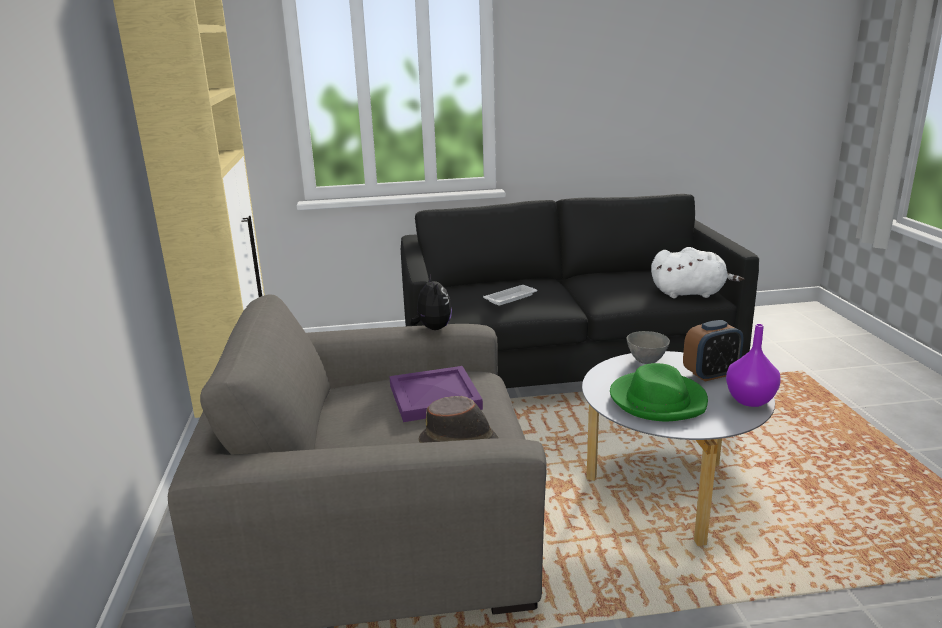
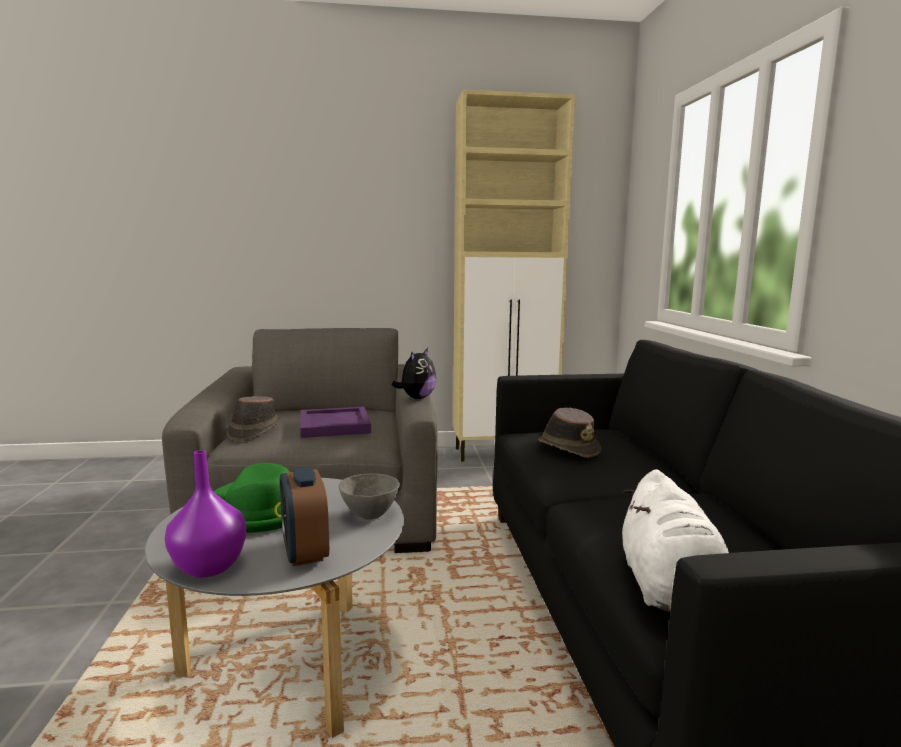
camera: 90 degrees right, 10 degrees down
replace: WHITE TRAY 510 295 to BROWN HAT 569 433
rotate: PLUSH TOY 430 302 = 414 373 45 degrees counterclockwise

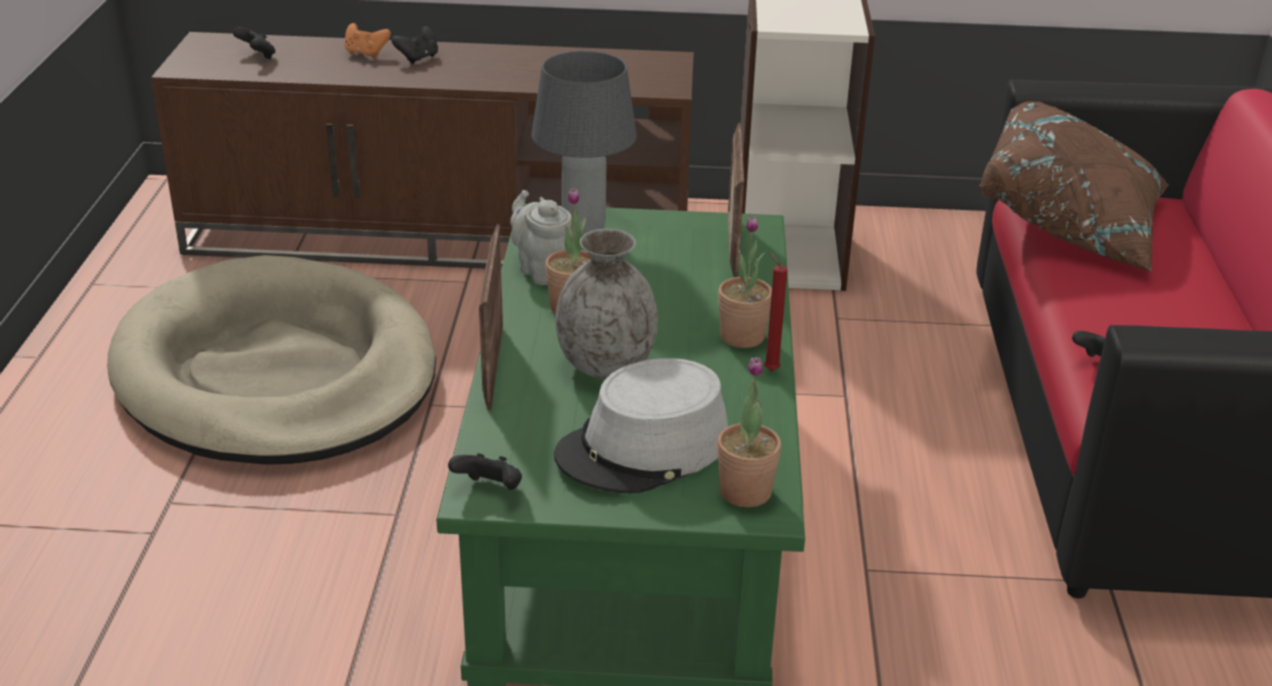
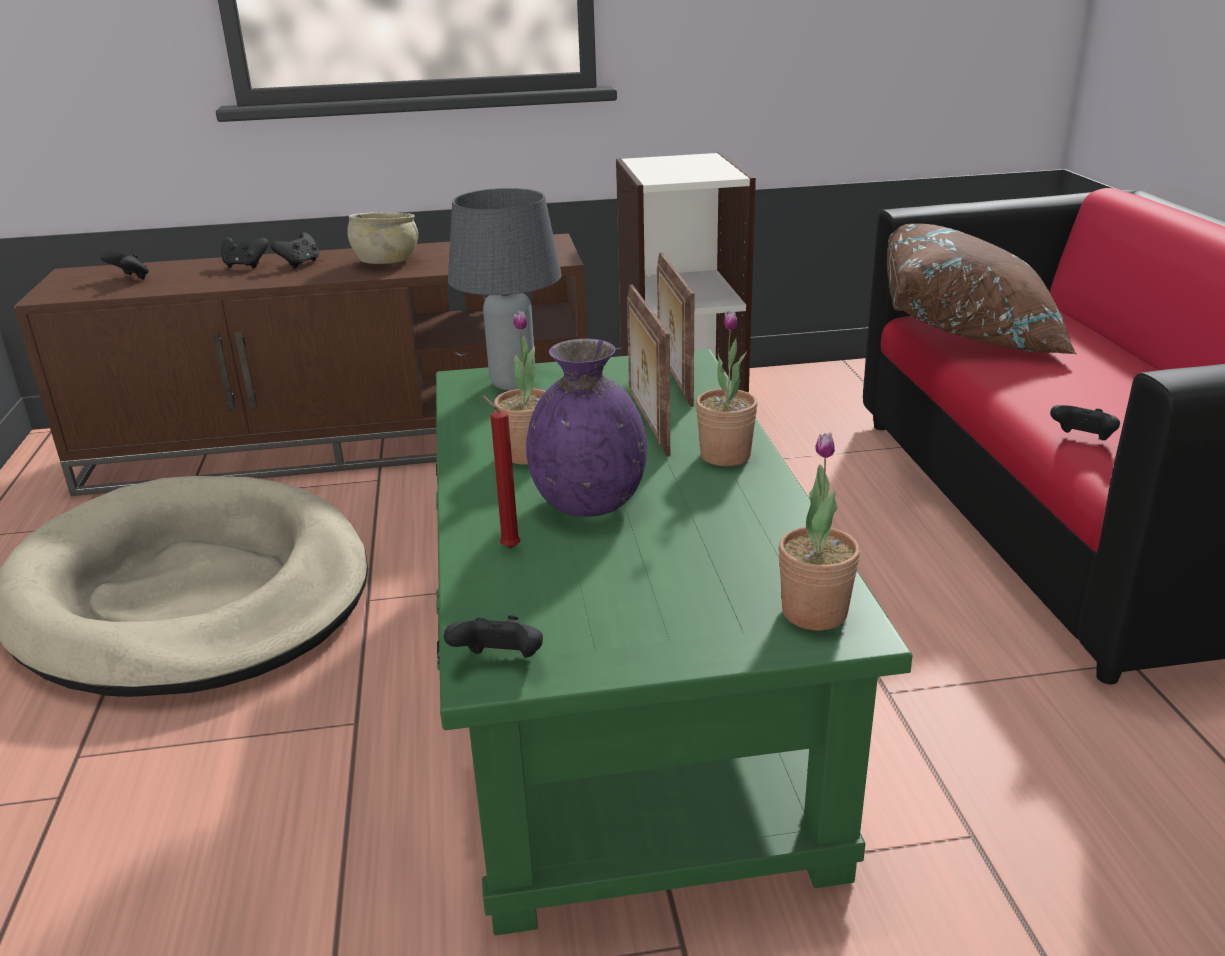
camera: 10 degrees left, 5 degrees down
delete: GREY TEAPOT 541 237; GREY HAT 641 426
insert: BEIGE BOWL 382 238
move: PICTURE FRAME 491 317 to 648 371; RED CANDLE 775 311 to 501 472
recolor: ORANGE GAME CONTROLLER 368 41 to BLACK GAME CONTROLLER 245 252; GREY VASE 606 303 to PURPLE VASE 586 428

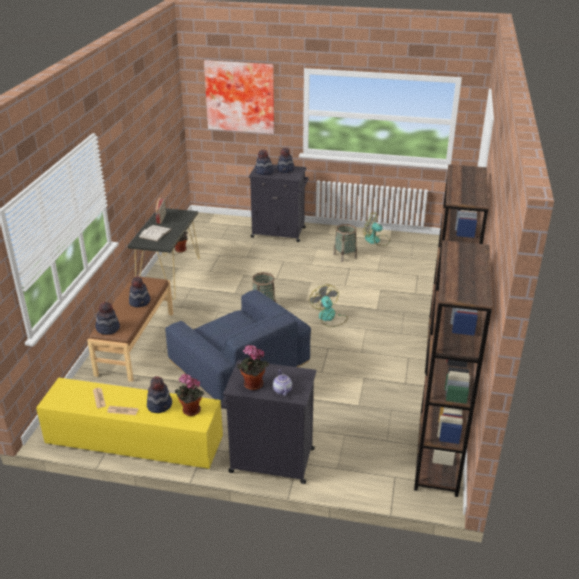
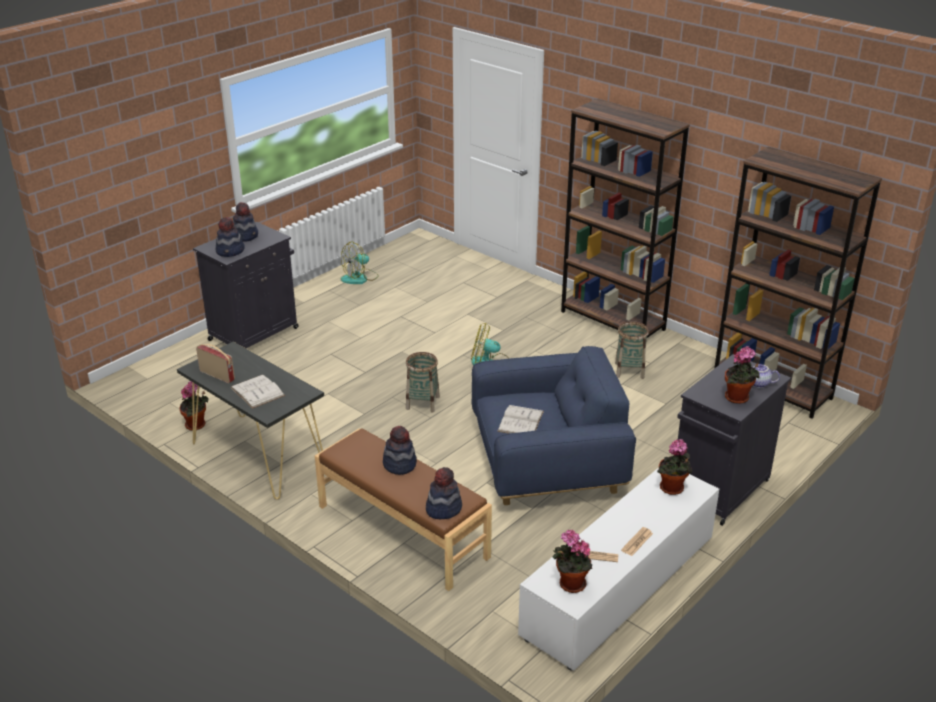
camera: 60 degrees left, 0 degrees up
delete: HAT 159 394; PICTURE 239 97
insert: WHITE BOOK 520 419; POTTED PLANT 572 561
move: BASKET 345 243 to 632 350
recolor: YELLOW TV STAND 129 423 to WHITE TV STAND 618 569

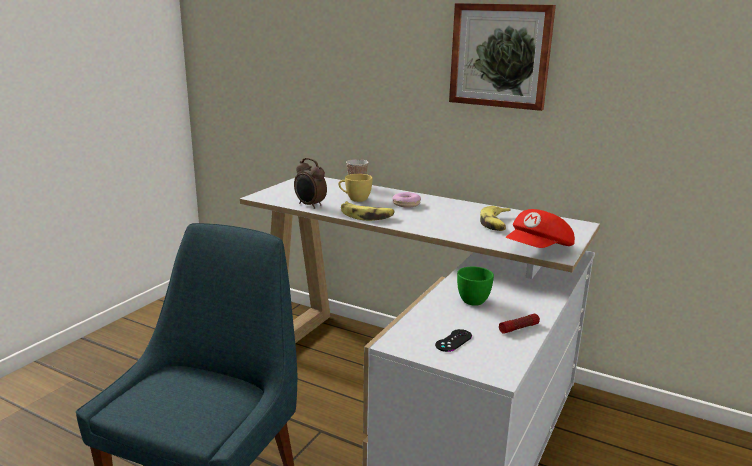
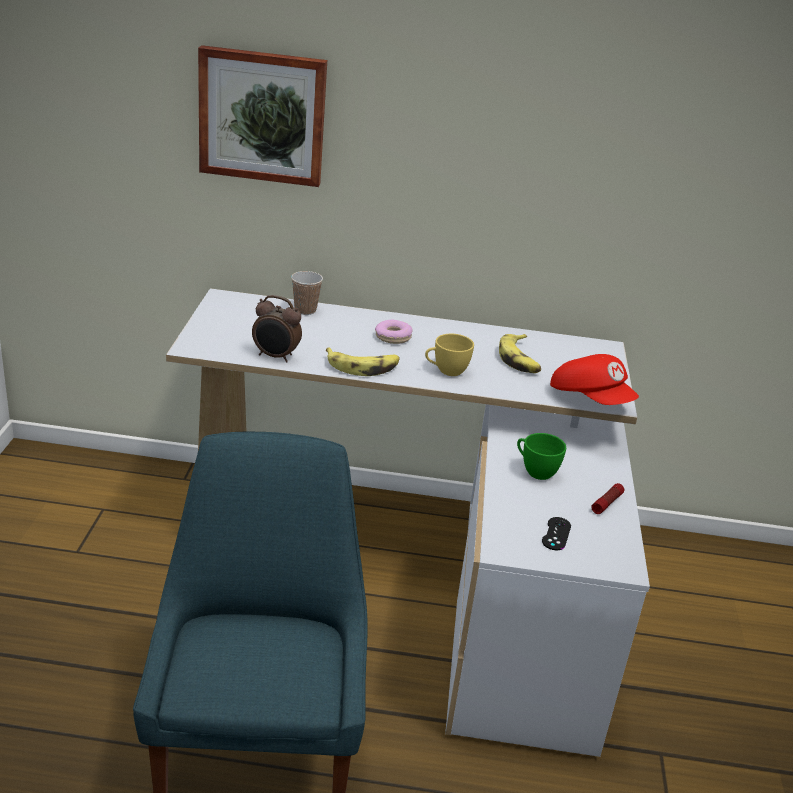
camera: 25 degrees left, 10 degrees up
move: YELLOW CUP 355 188 to 449 355; PICTURE 502 57 to 262 116
rotate: RED CAP 540 228 = 594 379 60 degrees counterclockwise

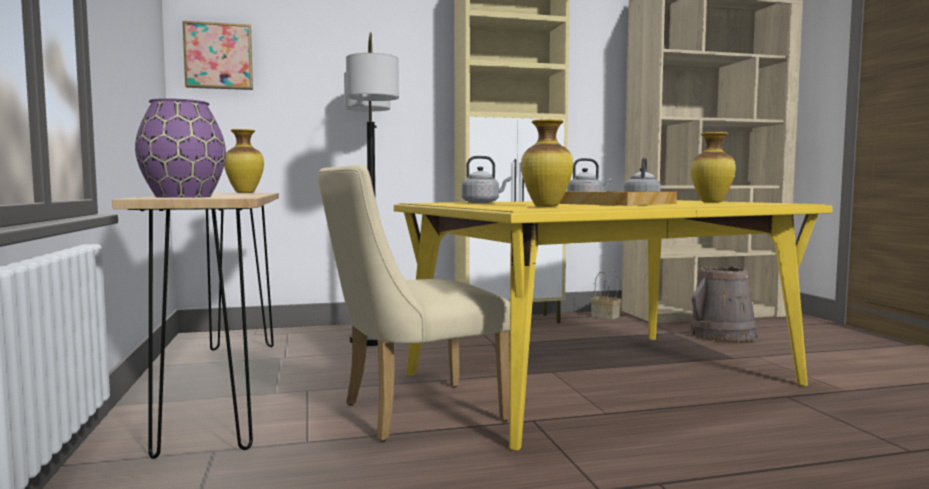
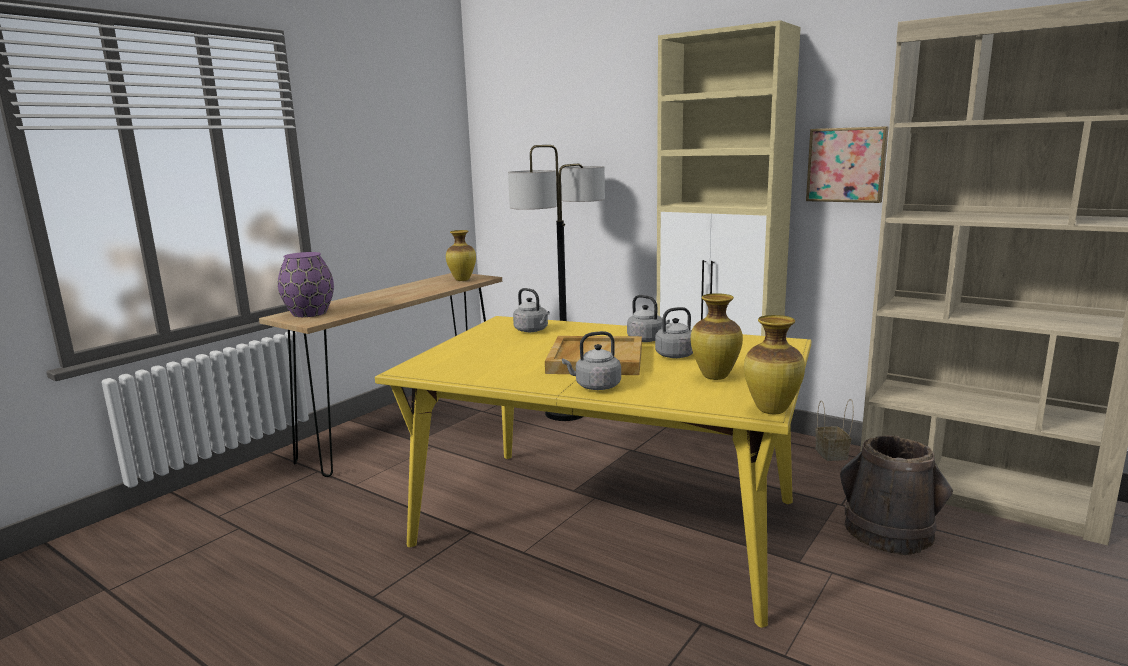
camera: 50 degrees right, 10 degrees up
delete: BEIGE CHAIR 414 303
insert: GREY KETTLE 591 360
move: PICTURE 218 55 to 847 164; VASE 547 163 to 774 364

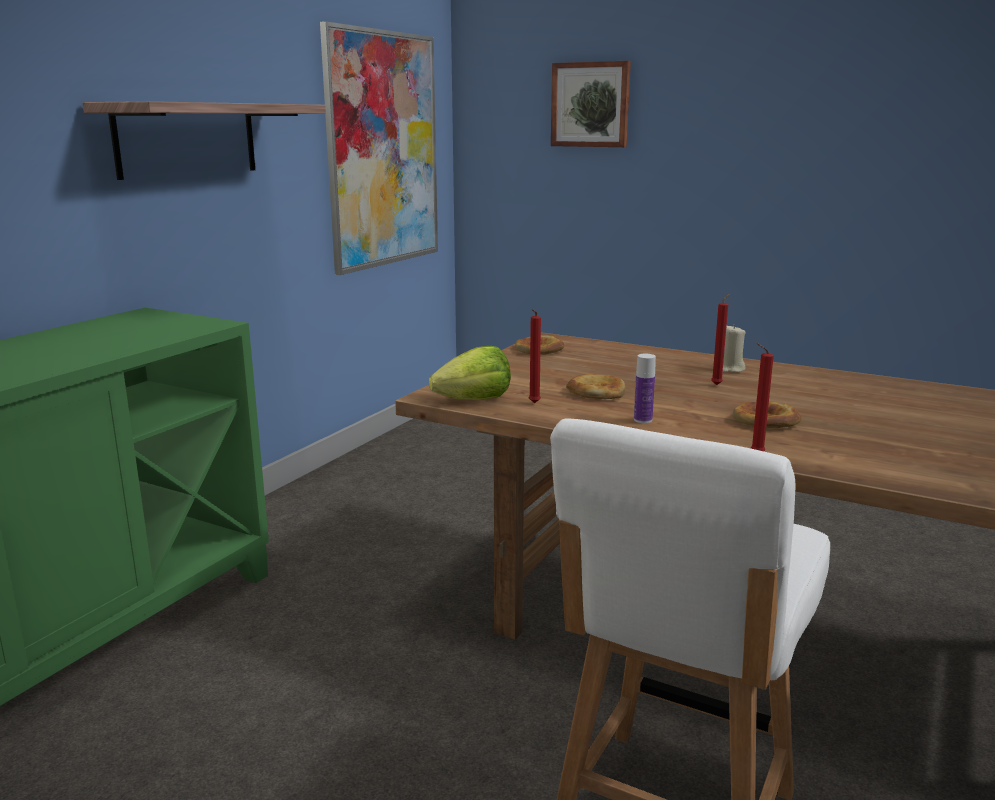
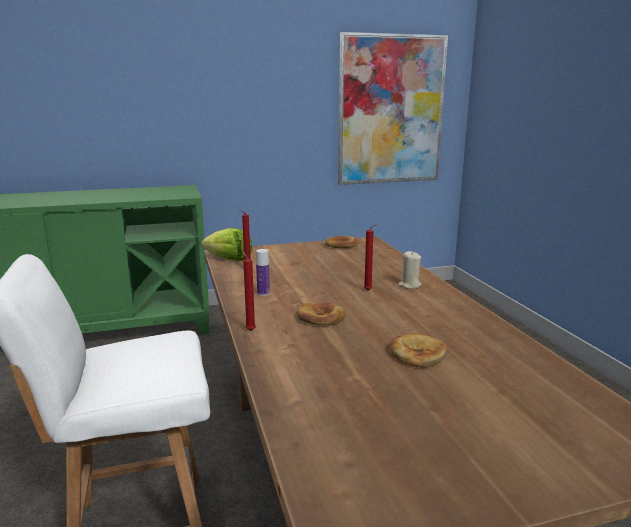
camera: 45 degrees right, 0 degrees up
delete: SHELF 204 140; PICTURE 591 104
move: BREAD 595 386 to 418 350

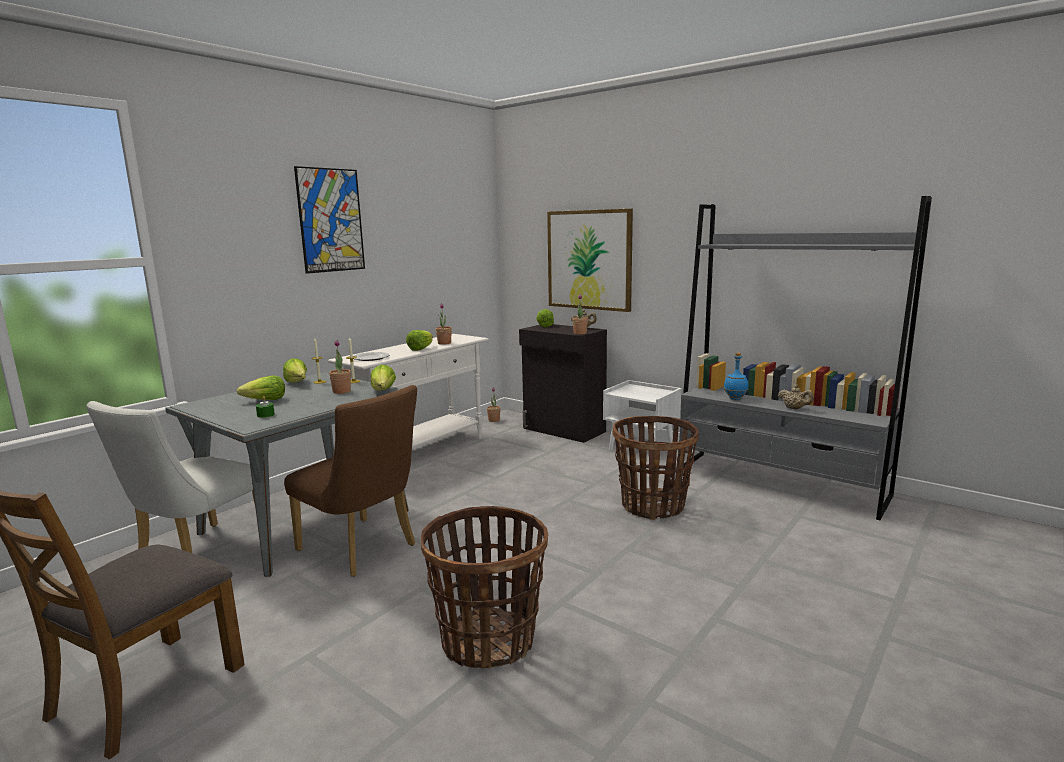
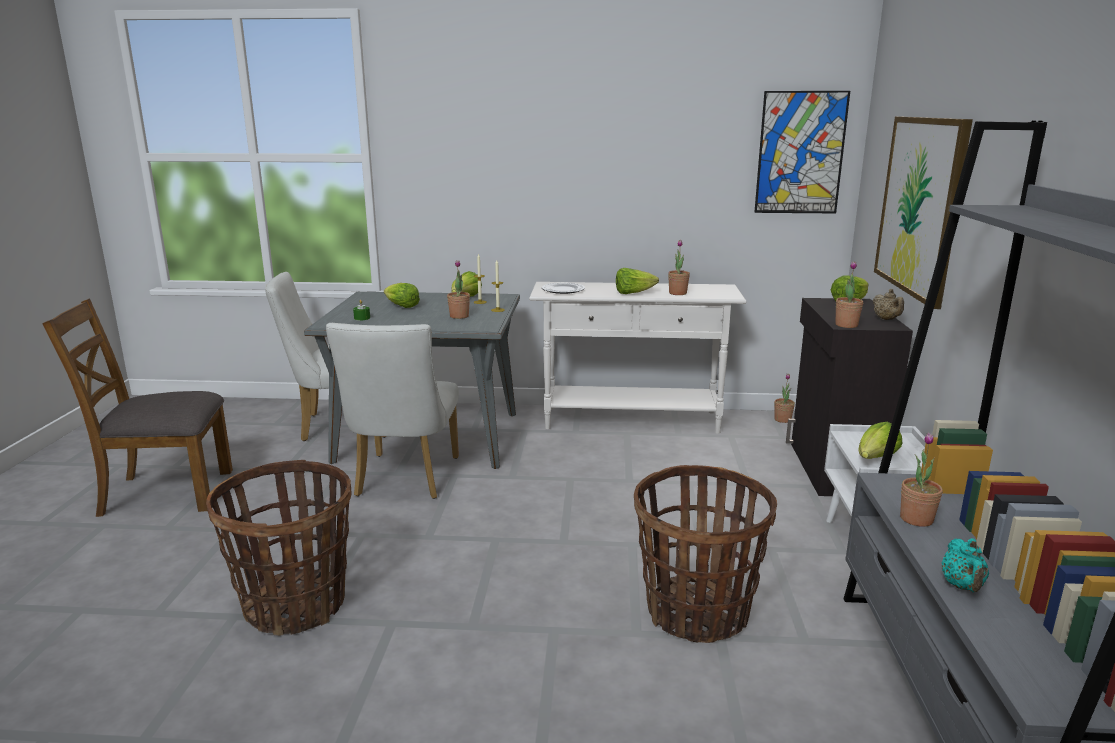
camera: 55 degrees right, 5 degrees up
move: PICTURE 329 220 to 802 152; LETTUCE 383 378 to 880 440
replace: BLUE BOTTLE 736 376 to POTTED PLANT 921 479
recolor: BROWN CHAIR 350 481 to WHITE CHAIR 392 411; BEIGE TEAPOT 796 397 to TURQUOISE TEAPOT 965 565

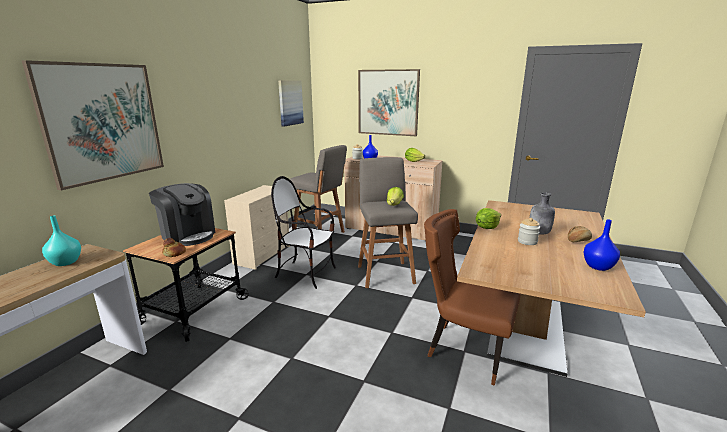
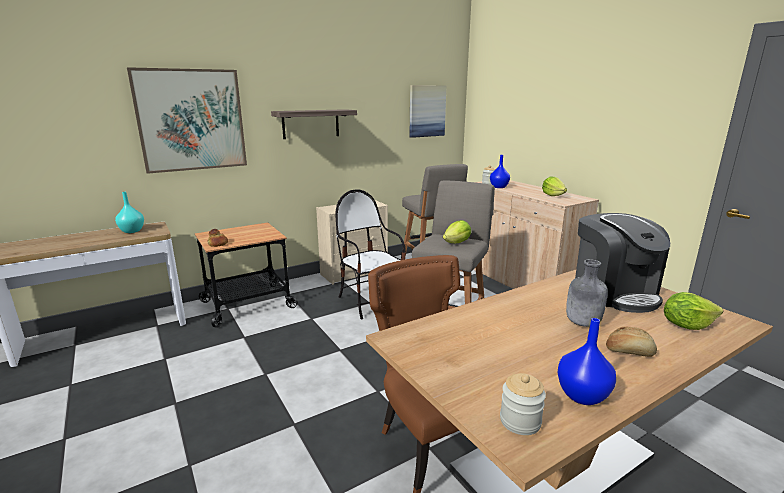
camera: 35 degrees right, 0 degrees up
delete: PICTURE 389 102
insert: SHELF 314 124
move: COFFEE MACHINE 182 214 to 622 263; LETTUCE 488 218 to 693 311; JAR 529 231 to 523 404

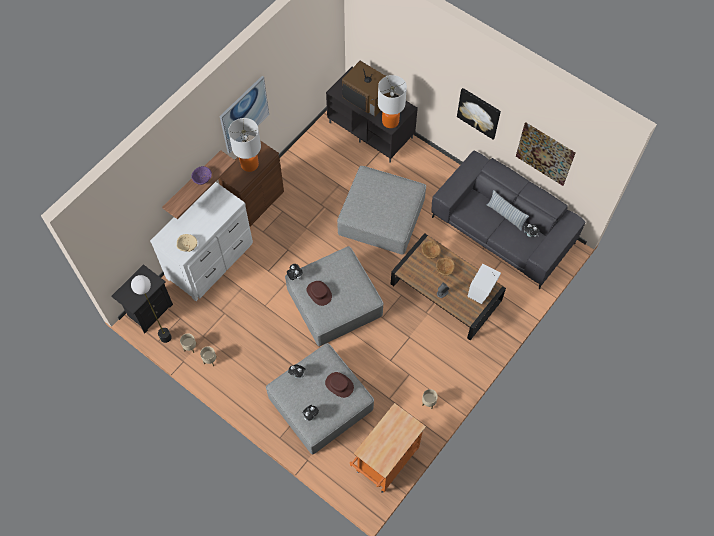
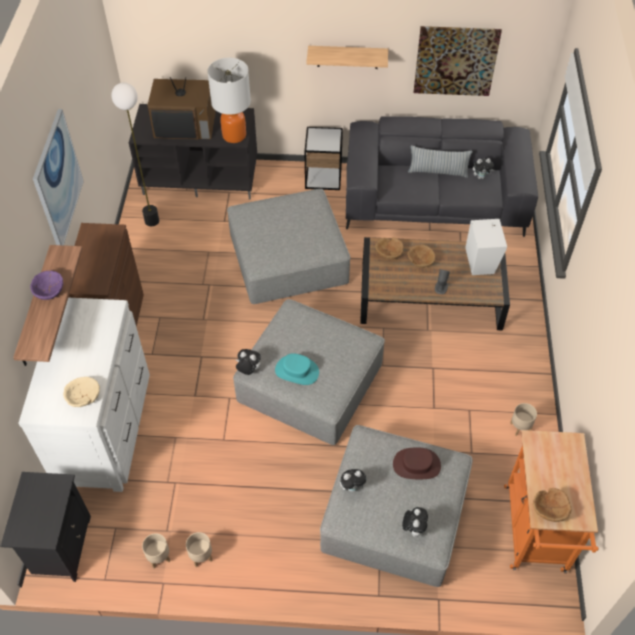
camera: 35 degrees left, 10 degrees down
delete: TABLE LAMP 244 145
insert: SIDE TABLE 324 158; BROWN BOWL 552 505
move: FLOOR LAMP 151 309 to 135 154
replace: PICTURE 479 113 to SHELF 347 57
recolor: BROWN HAT 319 293 to TURQUOISE HAT 297 369

